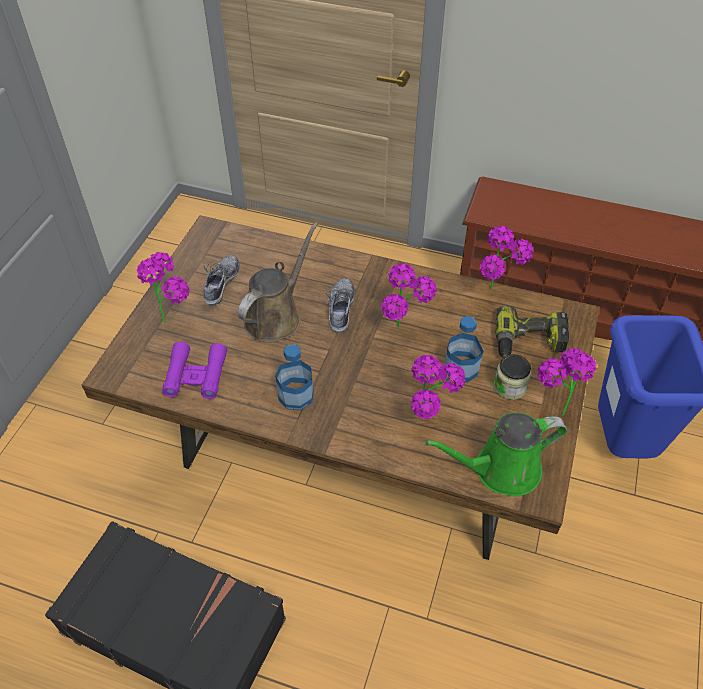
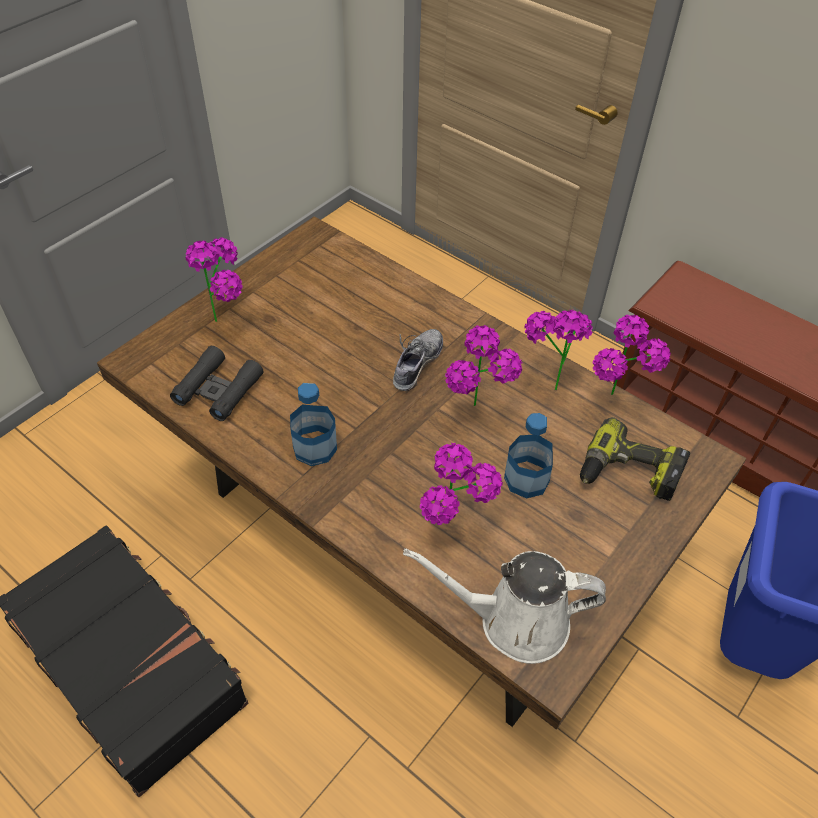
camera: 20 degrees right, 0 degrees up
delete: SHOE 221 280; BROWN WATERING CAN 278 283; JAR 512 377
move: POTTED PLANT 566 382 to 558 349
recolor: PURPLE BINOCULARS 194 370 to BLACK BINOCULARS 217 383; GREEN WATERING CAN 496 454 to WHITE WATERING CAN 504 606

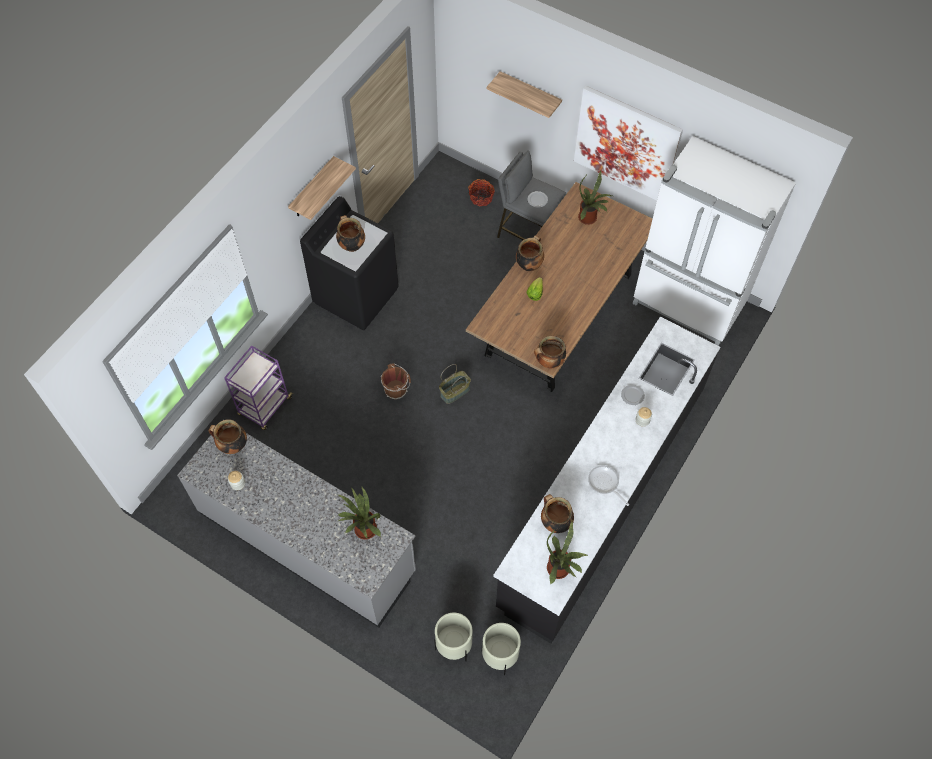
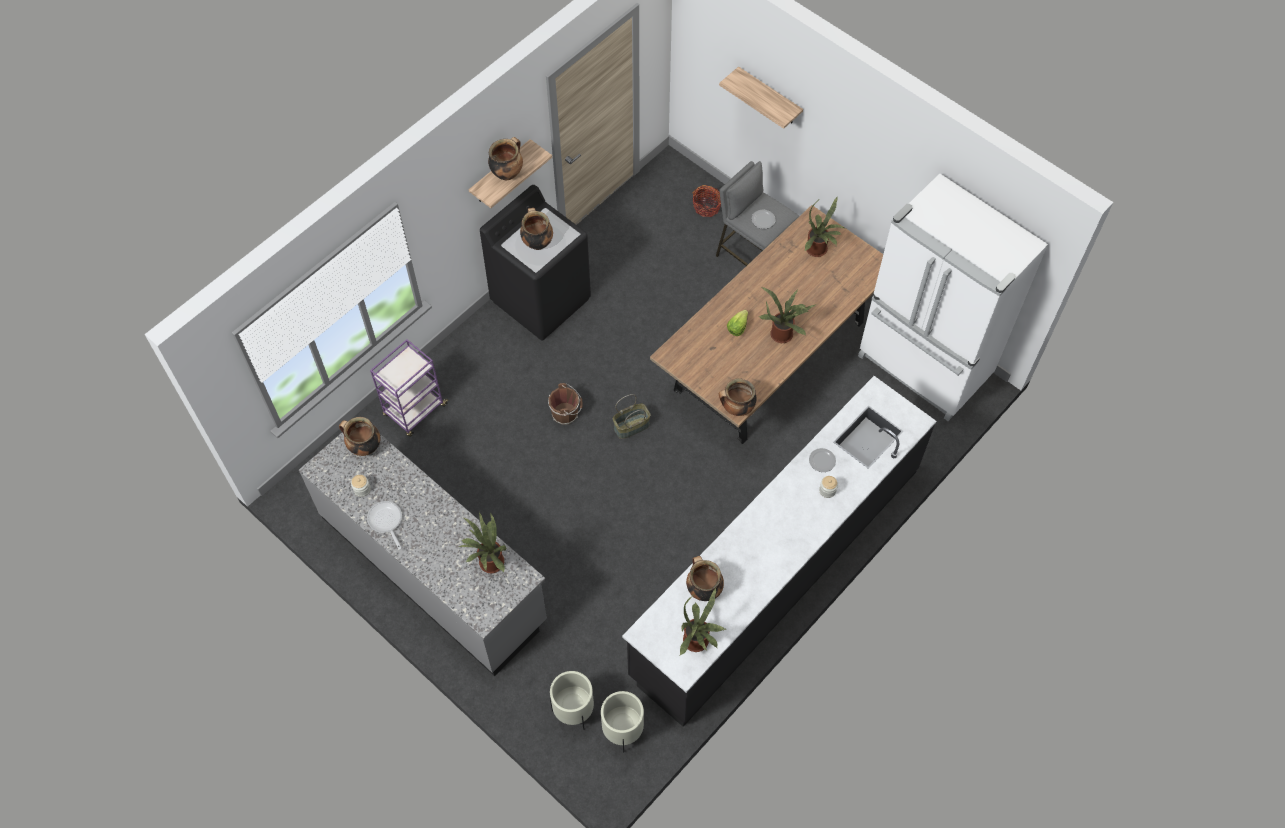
camera: 10 degrees right, 0 degrees up
delete: PICTURE 628 143
insert: POTTED PLANT 787 315
move: COOKING POT 530 253 to 505 158; FRYING PAN 608 485 to 384 525

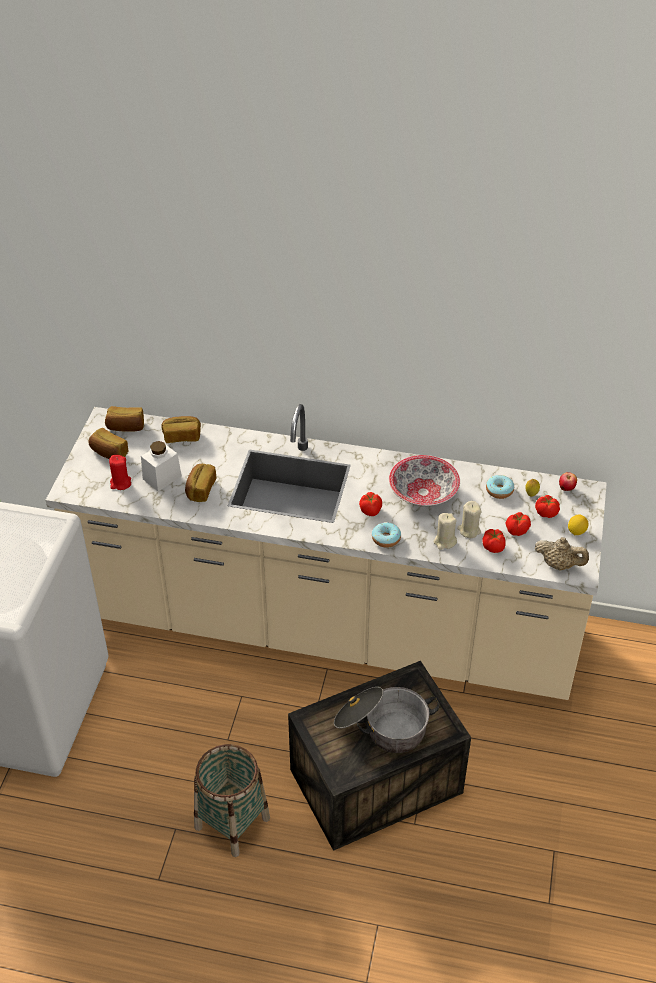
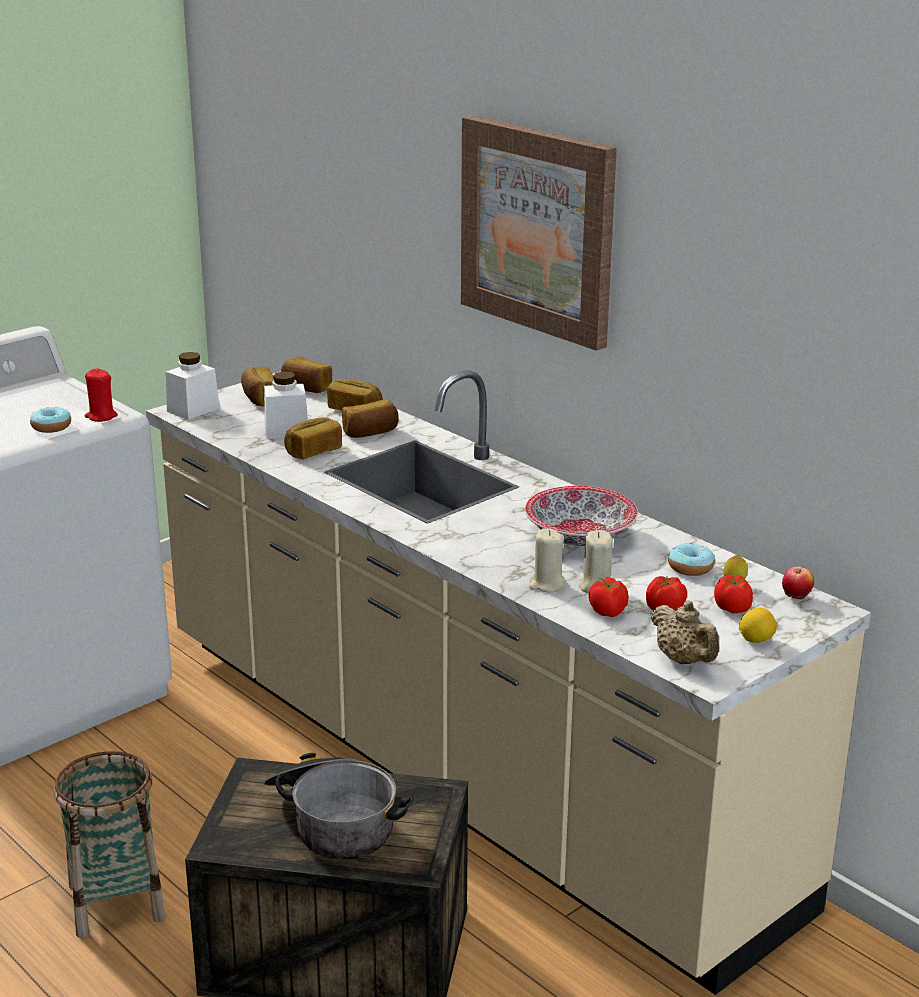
camera: 35 degrees right, 20 degrees down
delete: TOMATO 370 504
insert: WHITE JAR 193 386; BREAD 370 419; PICTURE 539 233
move: RED CANDLE 120 472 to 101 395; DONUT 386 535 to 50 420

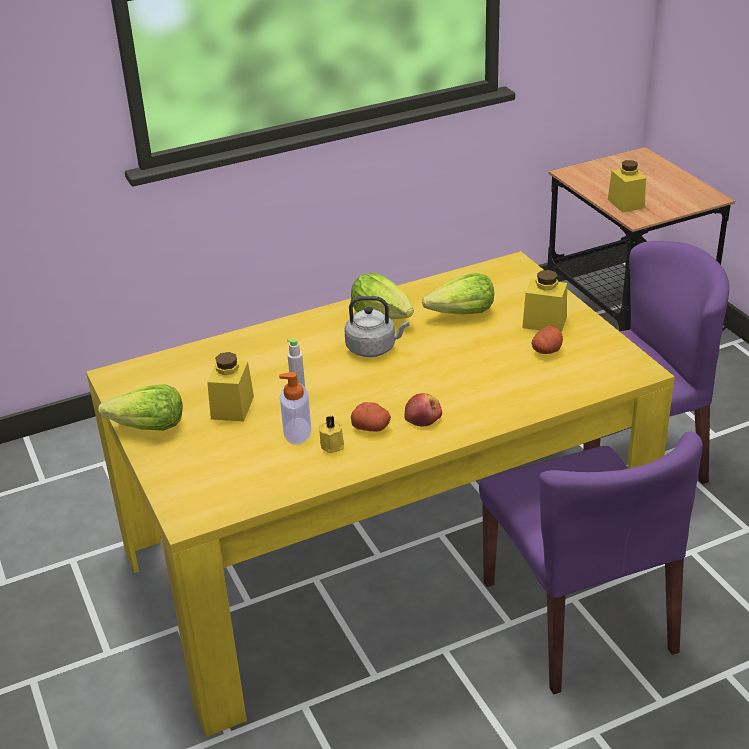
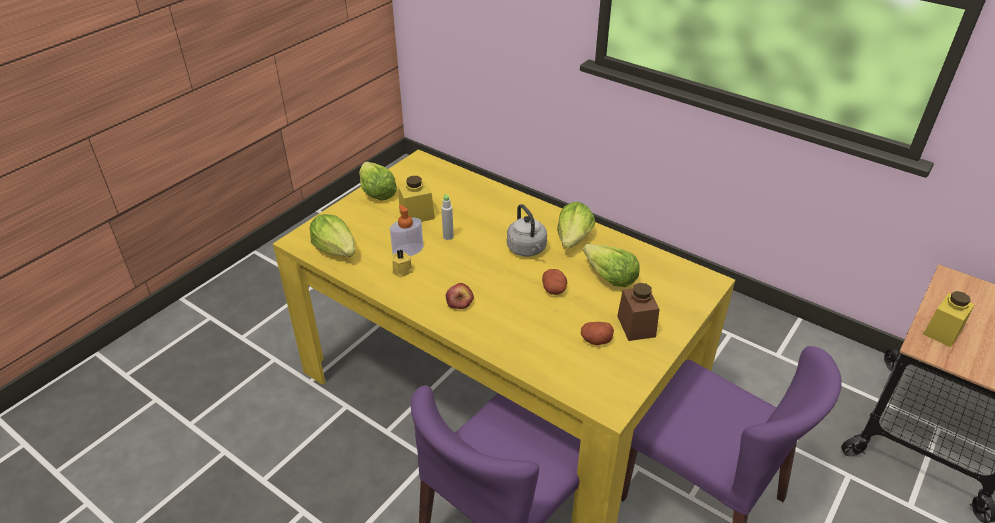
camera: 60 degrees right, 5 degrees up
insert: LETTUCE 332 235
move: POTATO 371 416 to 554 282
recolor: YELLOW JAR 544 301 to BROWN JAR 638 312

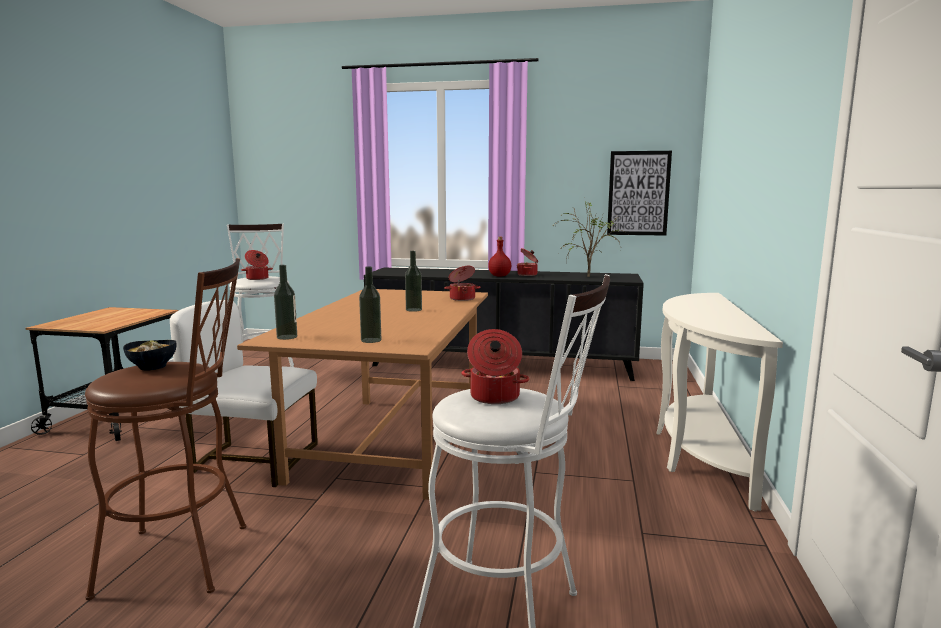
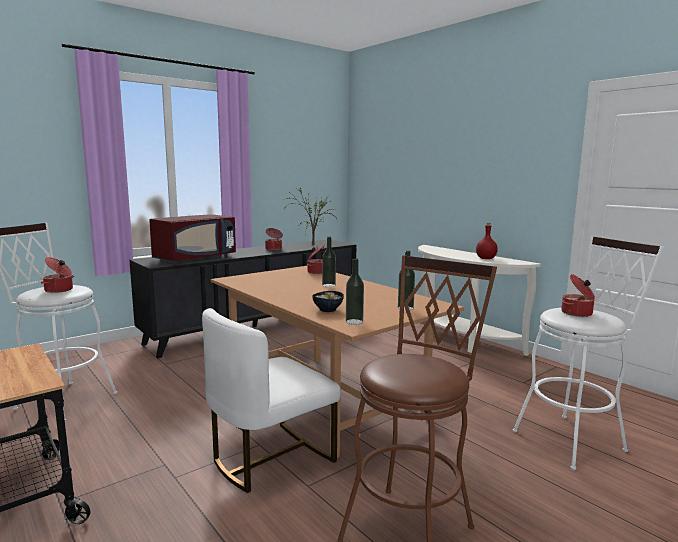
camera: 50 degrees left, 0 degrees up
delete: PICTURE 639 193
insert: RED MICROWAVE 192 239
move: BOWL 149 355 to 328 301; RED BOTTLE 499 257 to 487 241

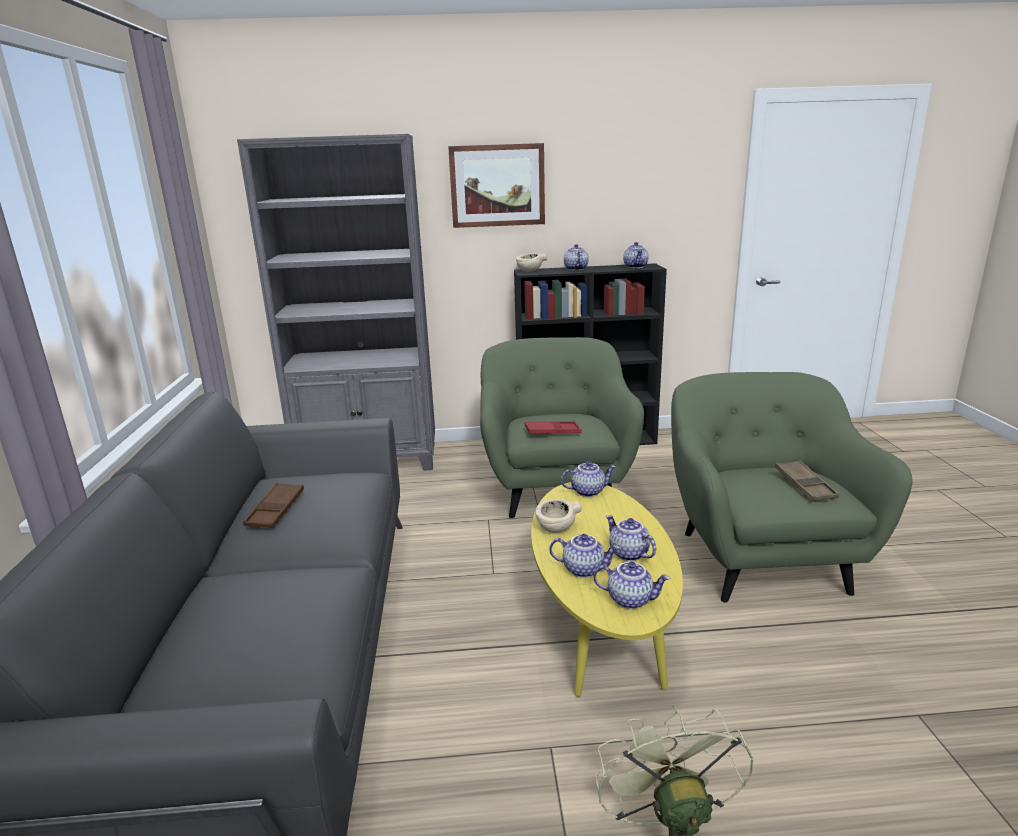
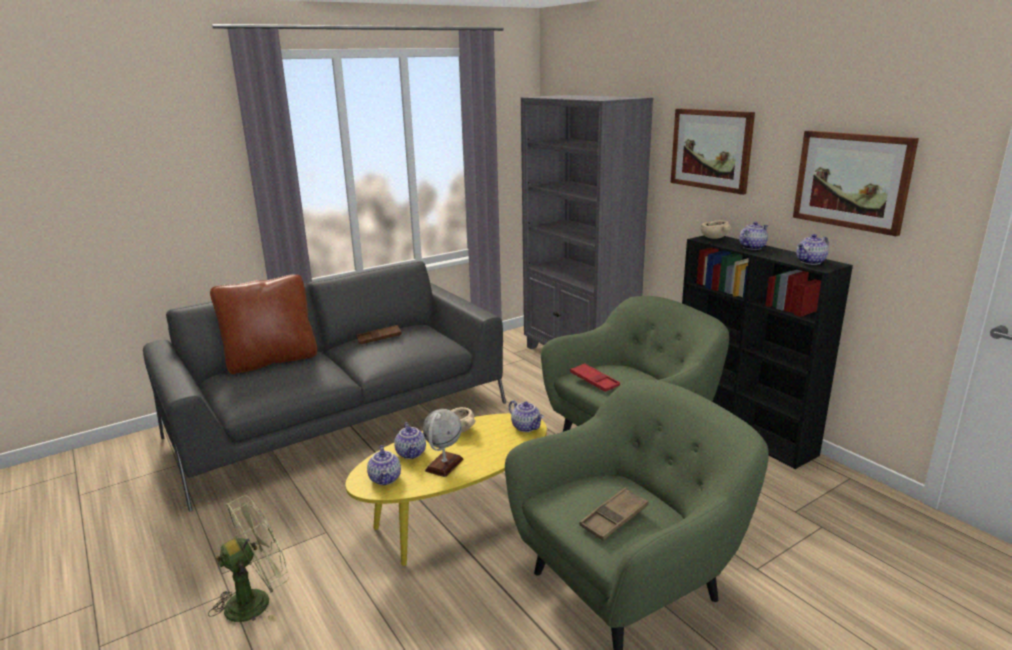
camera: 60 degrees right, 0 degrees up
insert: BROWN PILLOW 263 324; PICTURE 856 183
replace: TEAPOT 631 538 to GLOBE 443 443

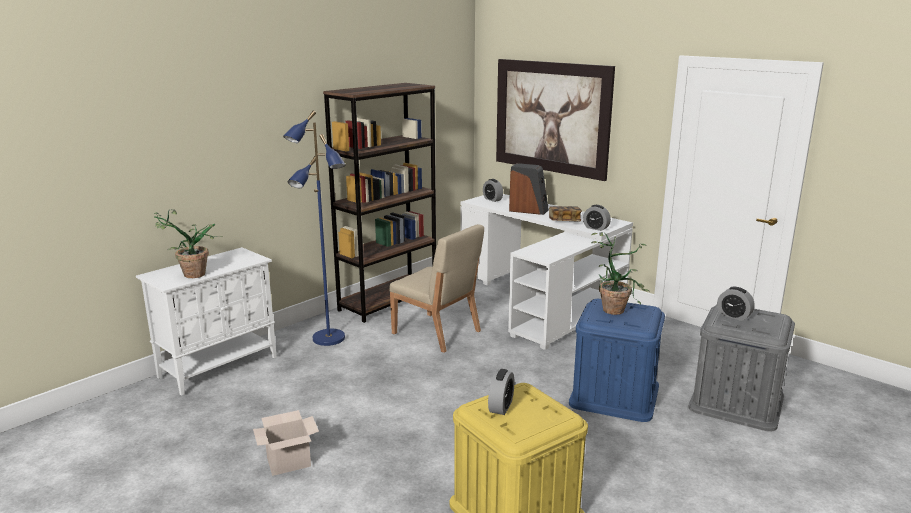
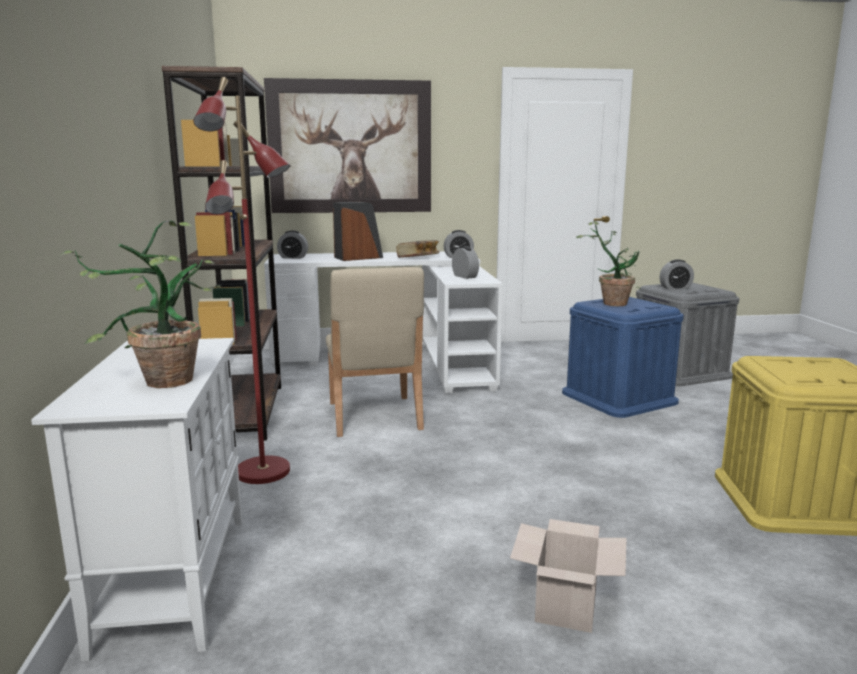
camera: 50 degrees left, 5 degrees down
move: ALARM CLOCK 501 392 to 465 262
recolor: BLUE FLOOR LAMP 314 228 to RED FLOOR LAMP 242 280
rotate: BEIGE CHAIR 436 288 = 375 352 90 degrees clockwise

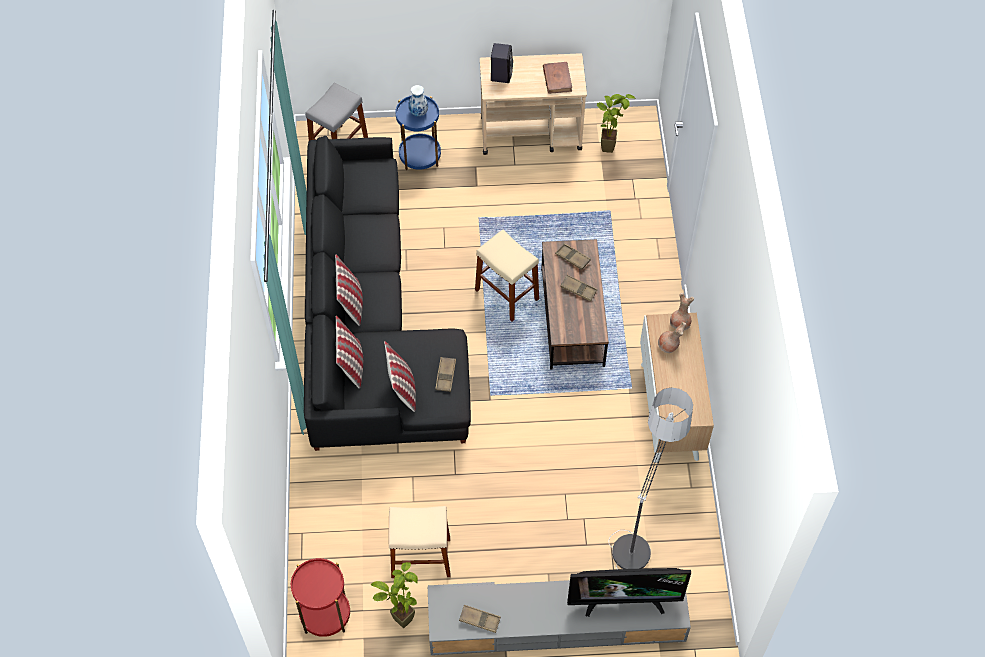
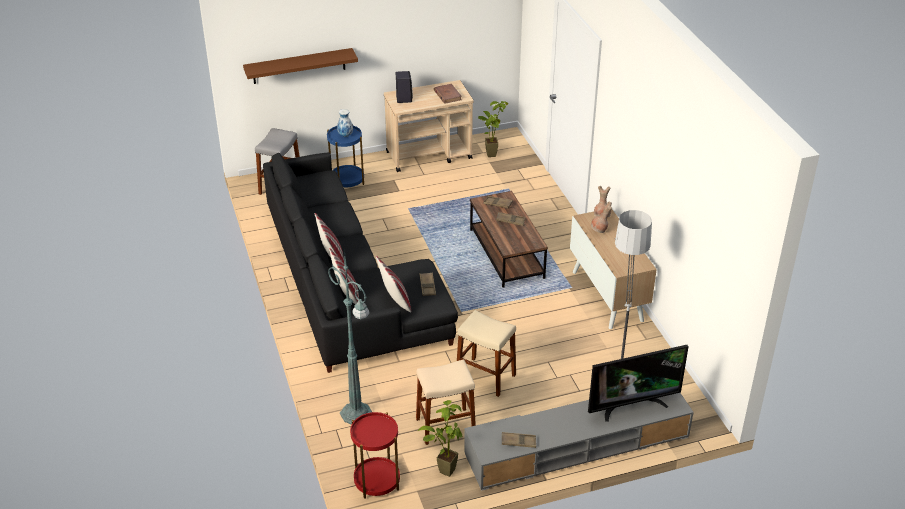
camera: 15 degrees left, 20 degrees down
insert: BROWN SHELF 300 66; GREEN FLOOR LAMP 350 337
move: BEIGE STOOL 507 276 to 486 353

